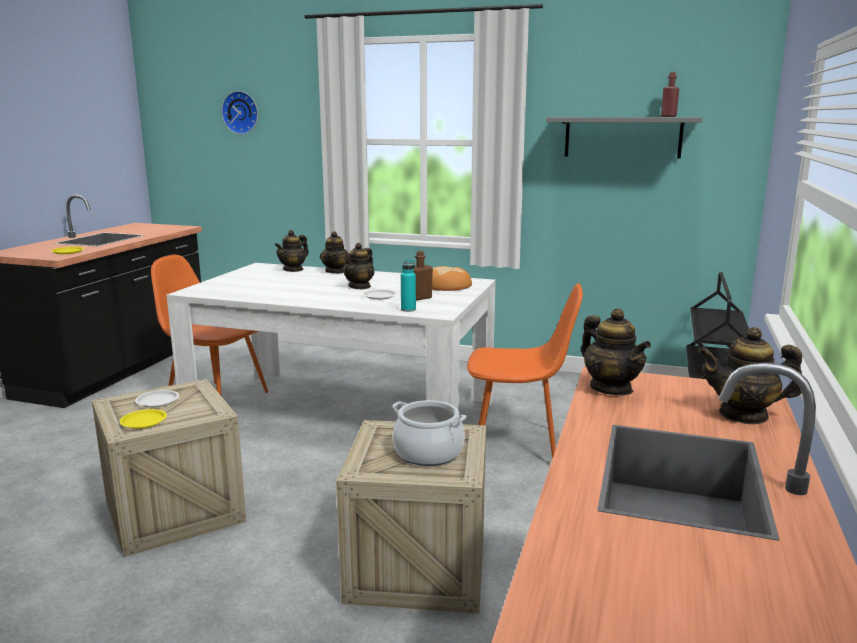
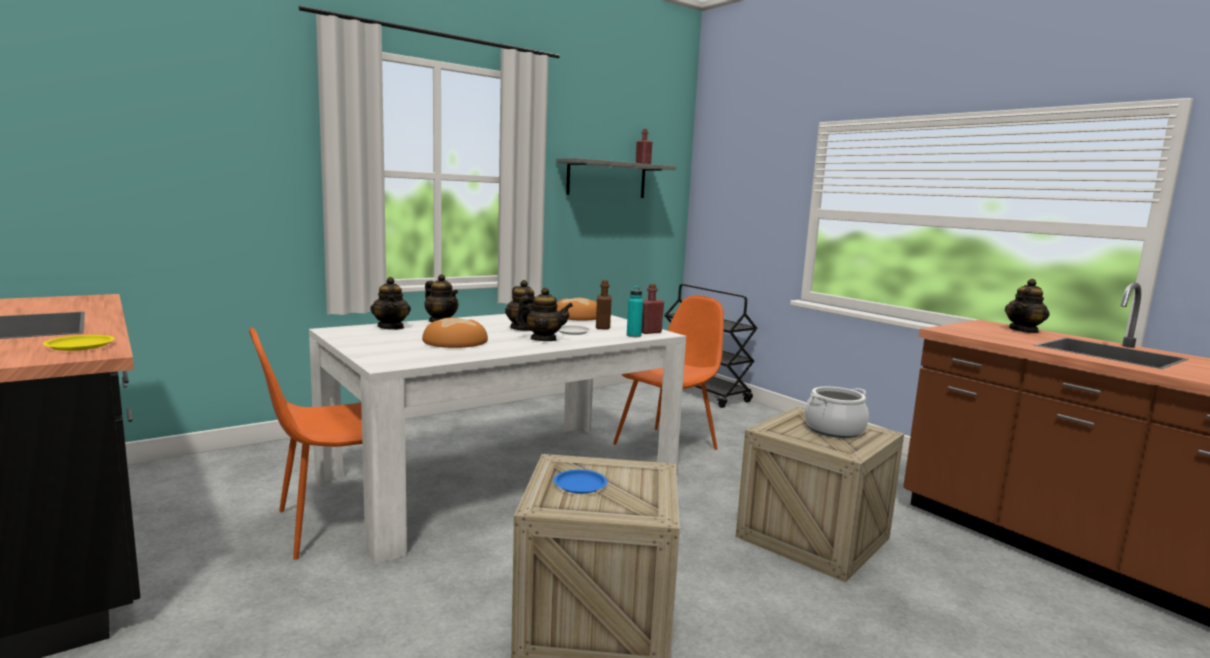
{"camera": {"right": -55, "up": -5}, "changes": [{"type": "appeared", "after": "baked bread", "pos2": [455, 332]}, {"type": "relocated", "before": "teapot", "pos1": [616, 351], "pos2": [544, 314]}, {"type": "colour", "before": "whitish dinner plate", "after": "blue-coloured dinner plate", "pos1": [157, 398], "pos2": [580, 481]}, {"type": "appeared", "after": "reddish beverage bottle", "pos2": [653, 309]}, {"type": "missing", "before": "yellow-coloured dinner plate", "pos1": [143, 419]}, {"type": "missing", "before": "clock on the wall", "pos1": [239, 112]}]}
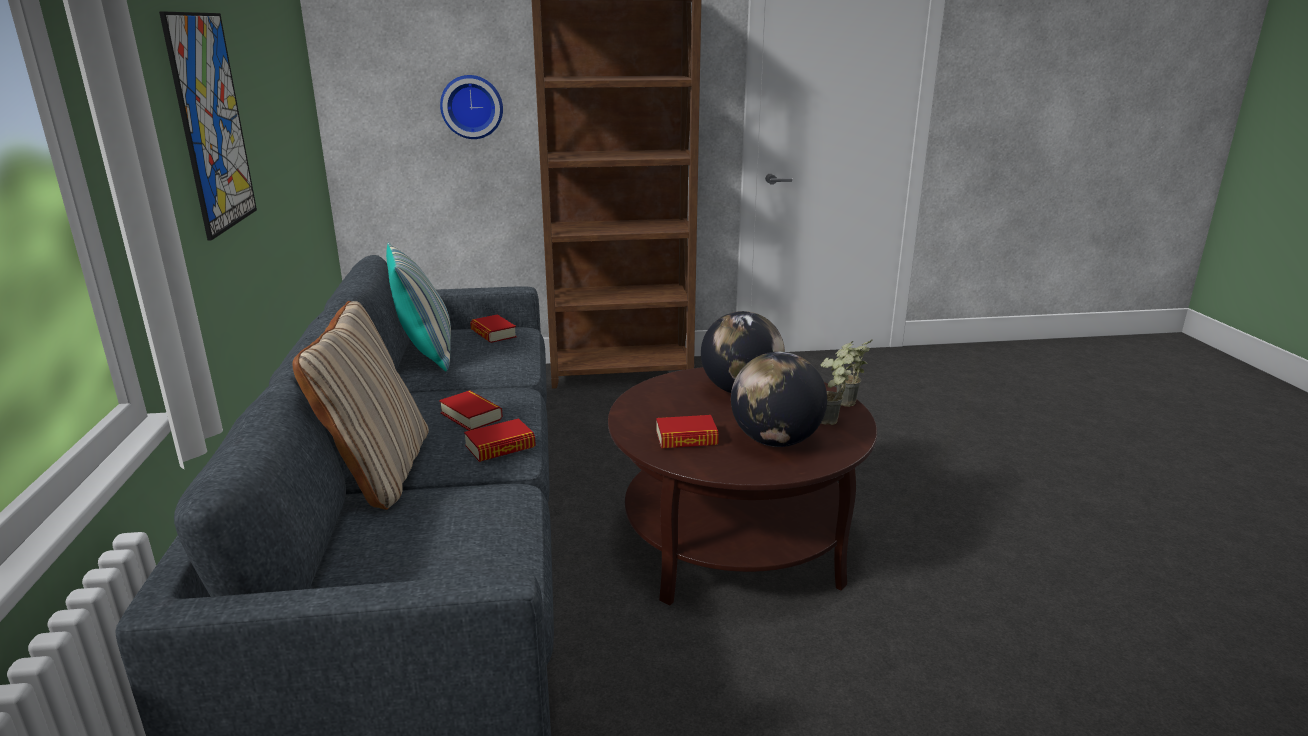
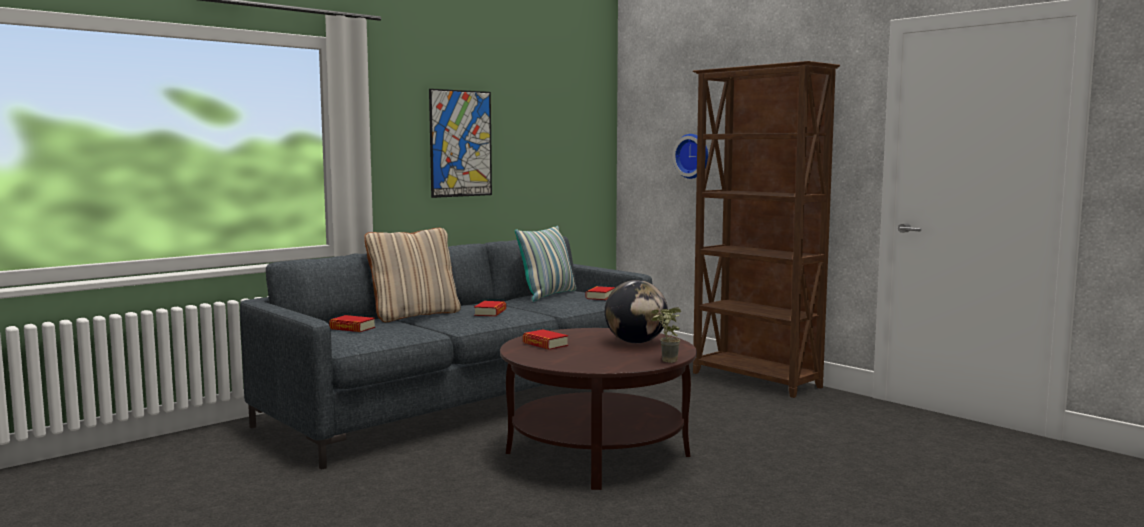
{"camera": {"right": 55, "up": -15}, "changes": [{"type": "relocated", "before": "volume", "pos1": [500, 440], "pos2": [352, 323]}, {"type": "missing", "before": "world globe", "pos1": [779, 399]}, {"type": "missing", "before": "plant in a pot", "pos1": [837, 386]}]}
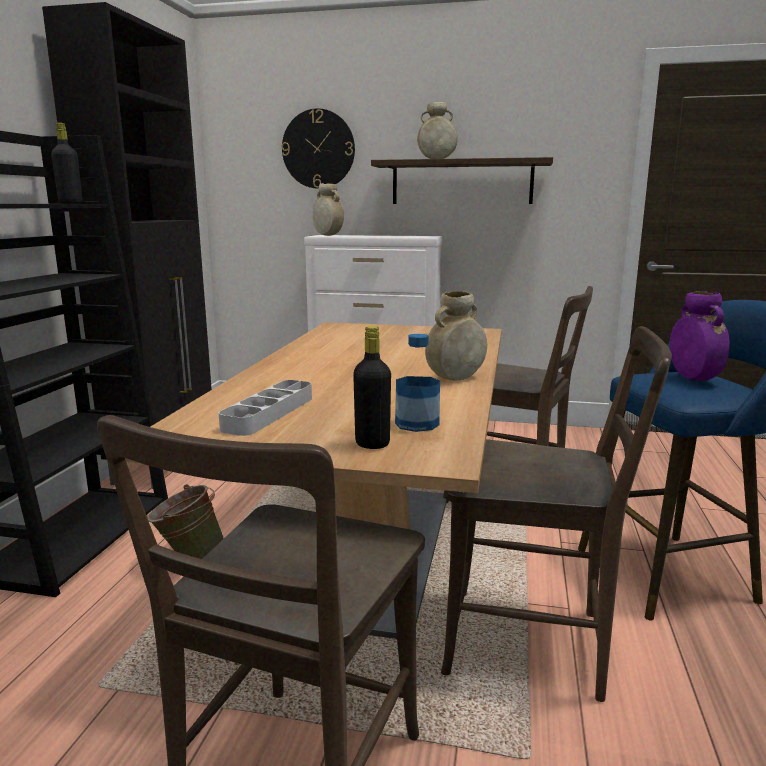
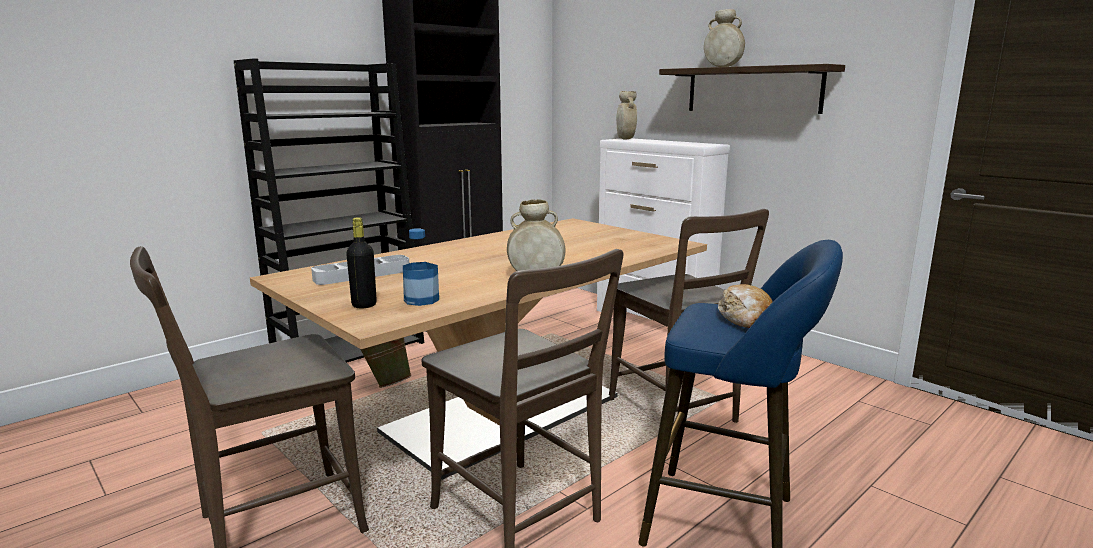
{"camera": {"right": 35, "up": 0}, "changes": [{"type": "exchanged", "before": "purplish decorative vase", "after": "baked bread", "pos1": [700, 336], "pos2": [745, 306]}, {"type": "missing", "before": "black-coloured beverage bottle", "pos1": [66, 163]}, {"type": "missing", "before": "clock on the wall", "pos1": [318, 148]}]}
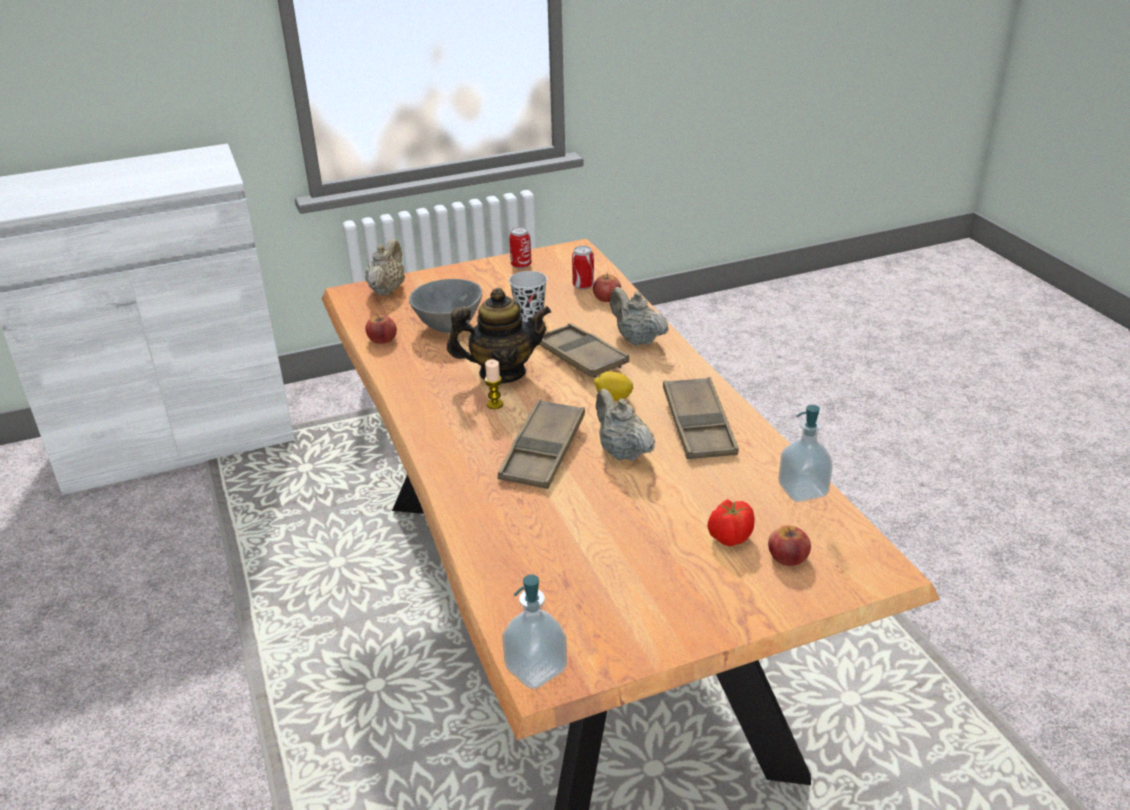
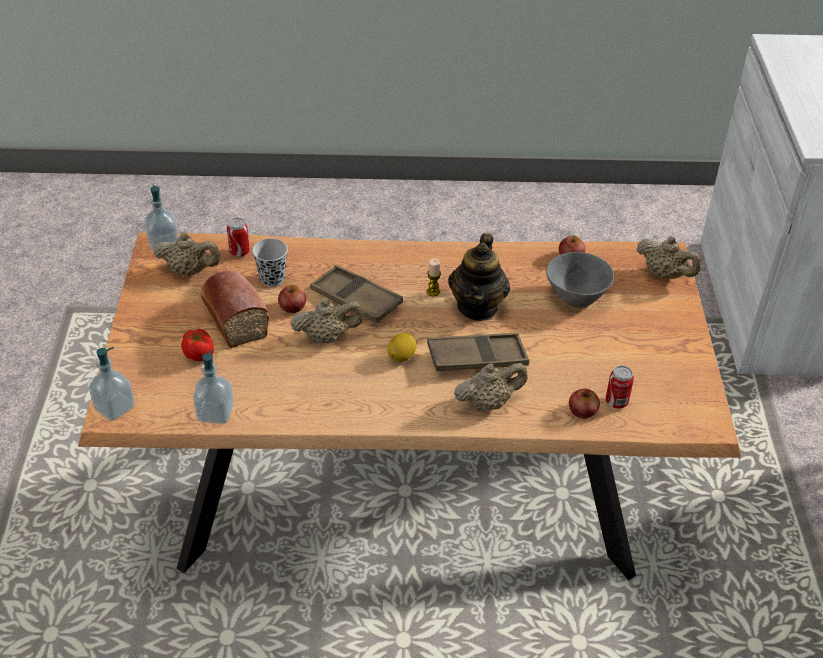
{"camera": {"right": 110, "up": 10}, "changes": [{"type": "appeared", "after": "soap dispenser", "pos2": [112, 384]}, {"type": "appeared", "after": "beige-coloured teapot", "pos2": [187, 254]}, {"type": "appeared", "after": "baked bread", "pos2": [235, 309]}, {"type": "relocated", "before": "can", "pos1": [520, 248], "pos2": [238, 237]}, {"type": "relocated", "before": "black-coloured drinking cup", "pos1": [528, 296], "pos2": [270, 262]}, {"type": "relocated", "before": "whole apple", "pos1": [789, 545], "pos2": [292, 299]}, {"type": "missing", "before": "brown-coloured serving tray", "pos1": [701, 418]}]}
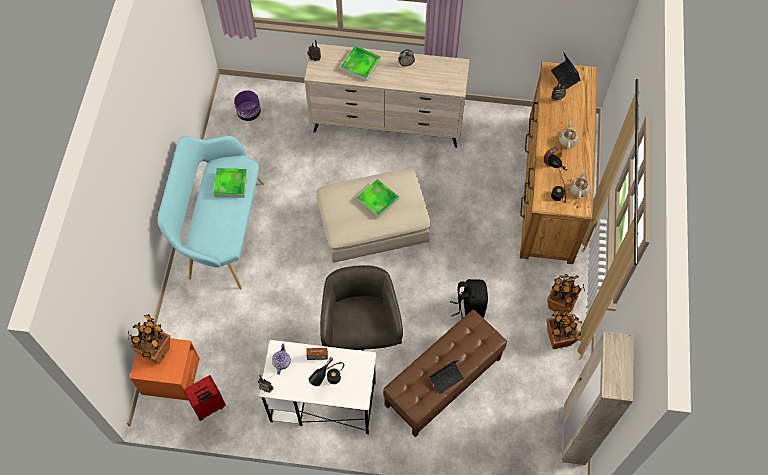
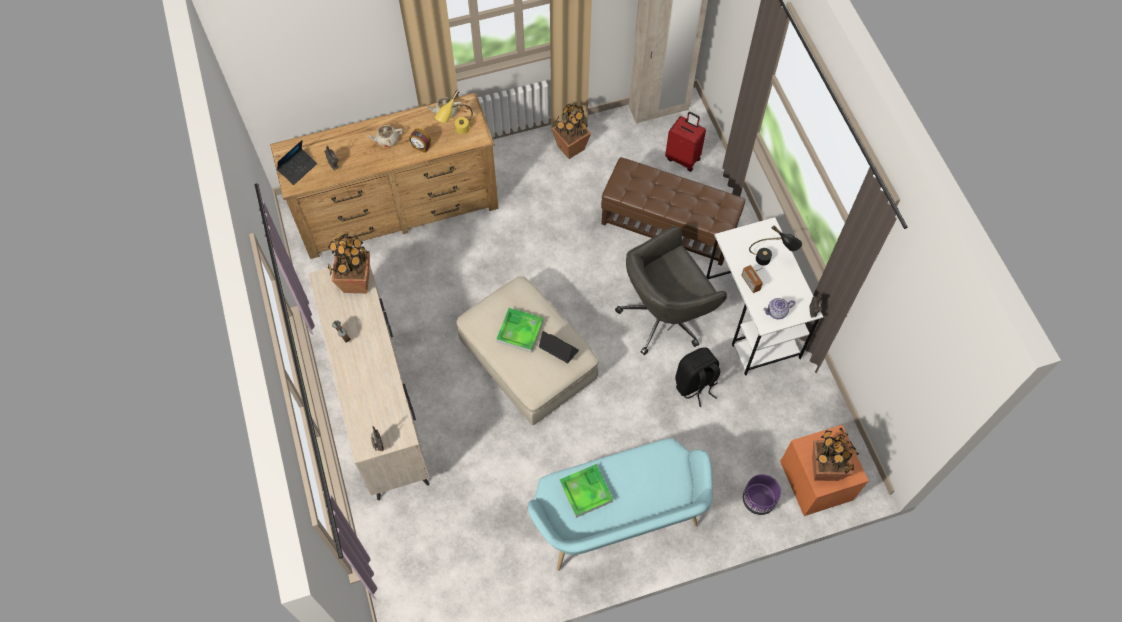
{"camera": {"right": -115, "up": 0}, "changes": [{"type": "relocated", "before": "plant in a pot", "pos1": [566, 294], "pos2": [349, 264]}, {"type": "colour", "before": "black-coloured lamp for a table", "after": "yellow-coloured lamp for a table", "pos1": [557, 178], "pos2": [454, 112]}, {"type": "relocated", "before": "portable computer", "pos1": [446, 377], "pos2": [559, 347]}, {"type": "relocated", "before": "reddish travel case", "pos1": [204, 398], "pos2": [685, 141]}, {"type": "relocated", "before": "black-coloured rucksack", "pos1": [469, 298], "pos2": [697, 377]}, {"type": "relocated", "before": "purplish flower pot", "pos1": [247, 105], "pos2": [762, 494]}, {"type": "missing", "before": "serving tray", "pos1": [361, 63]}]}
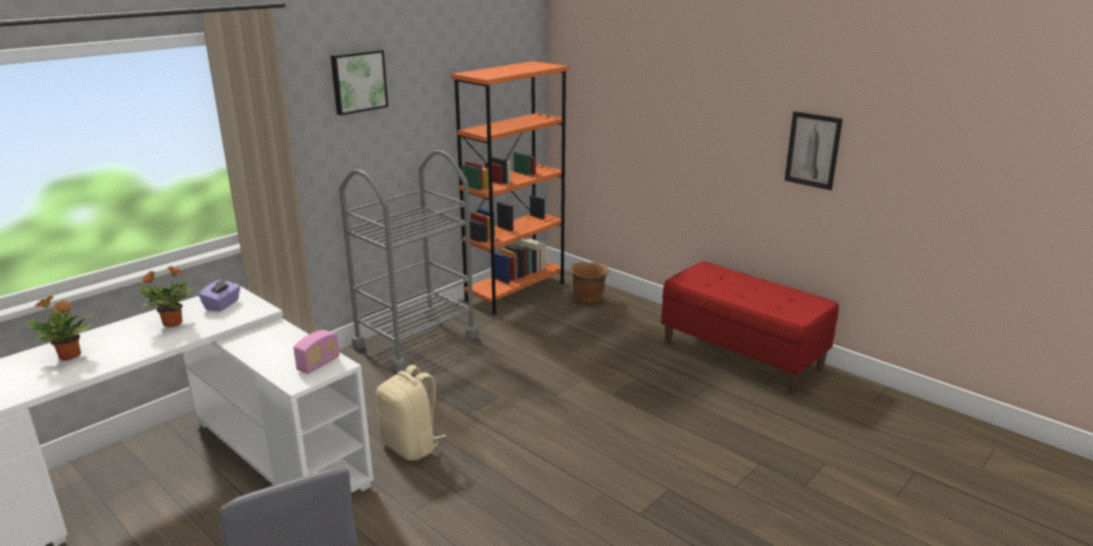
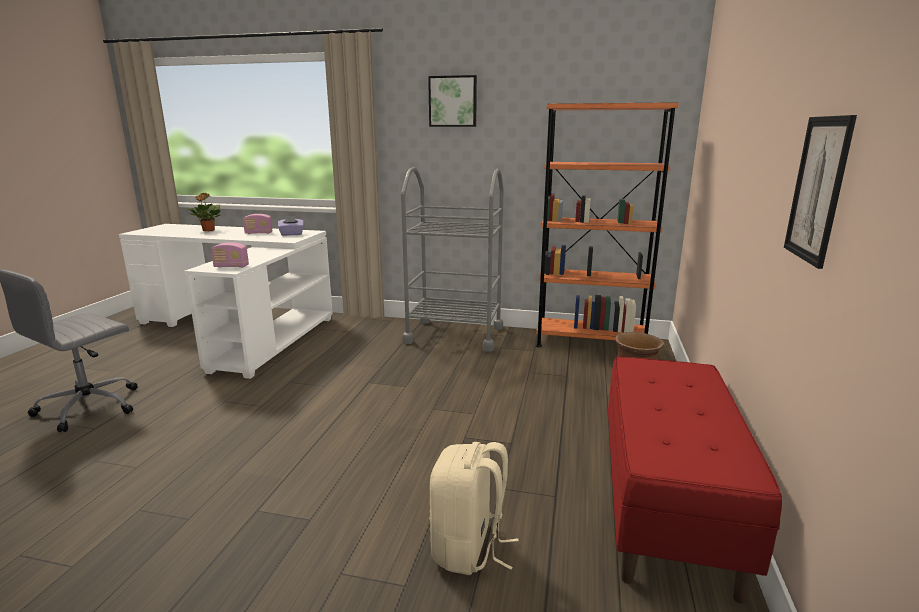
{"camera": {"right": 60, "up": -5}, "changes": [{"type": "exchanged", "before": "plant in a pot", "after": "radio receiver", "pos1": [165, 297], "pos2": [257, 224]}, {"type": "relocated", "before": "beige-coloured rucksack", "pos1": [411, 413], "pos2": [474, 508]}]}
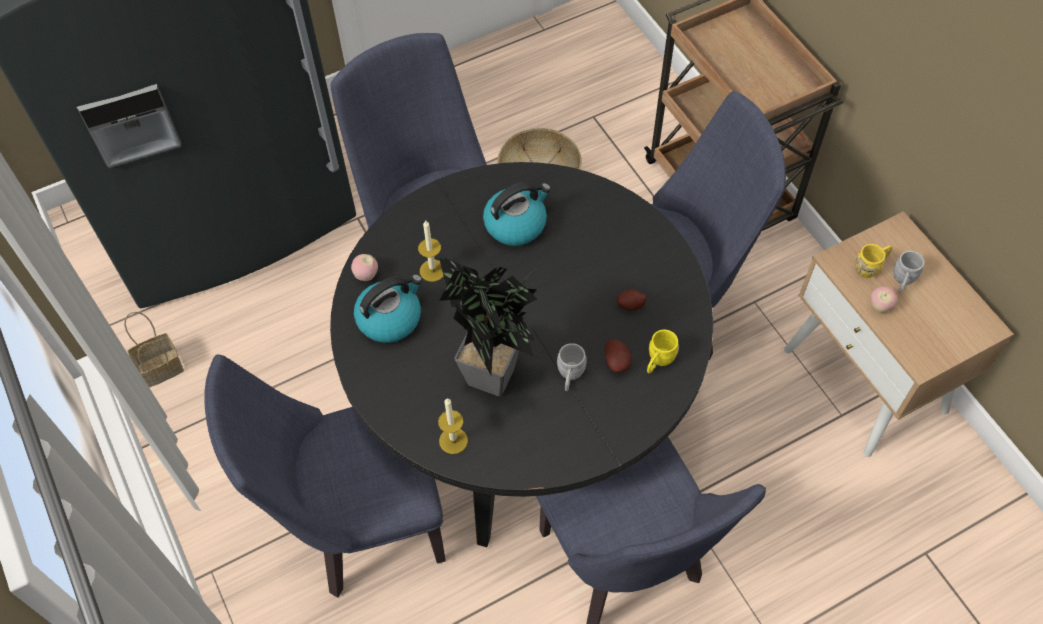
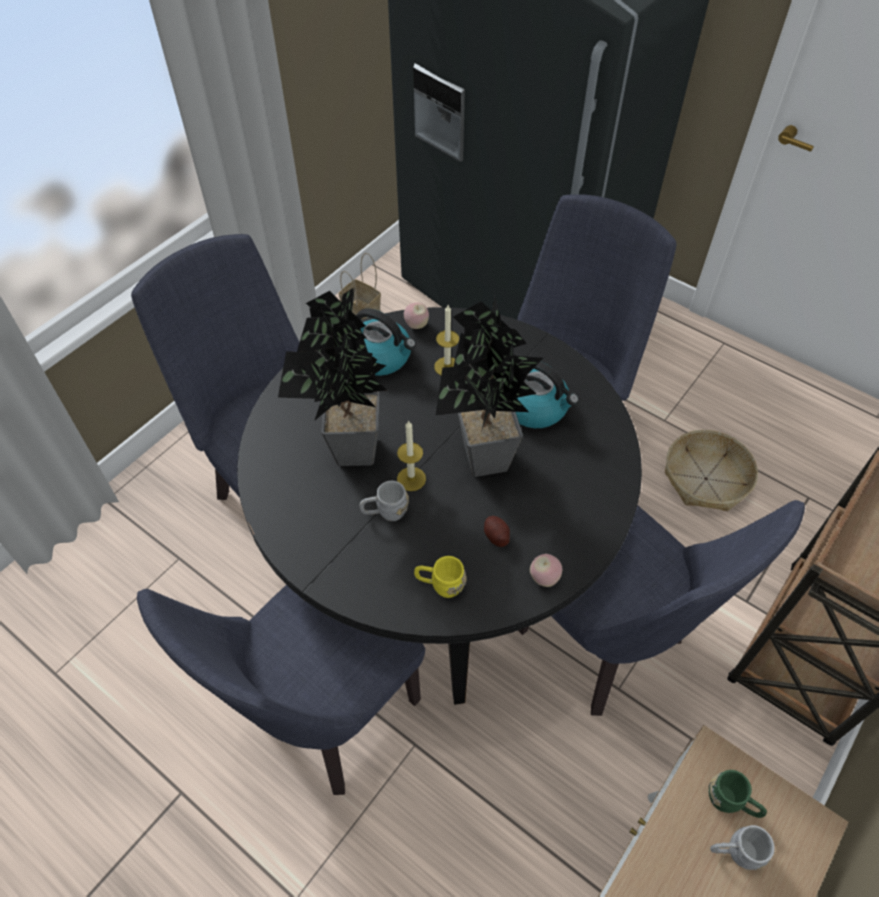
{"camera": {"right": 65, "up": -5}, "changes": [{"type": "relocated", "before": "wax light", "pos1": [453, 426], "pos2": [411, 455]}, {"type": "appeared", "after": "plant in a pot", "pos2": [489, 386]}, {"type": "relocated", "before": "whole apple", "pos1": [884, 299], "pos2": [546, 570]}, {"type": "colour", "before": "yellow-coloured mug", "after": "green mug", "pos1": [873, 261], "pos2": [737, 794]}, {"type": "missing", "before": "spud", "pos1": [618, 356]}]}
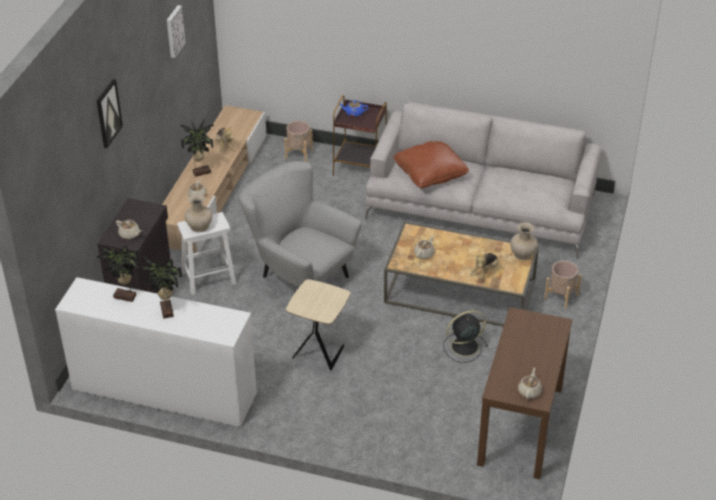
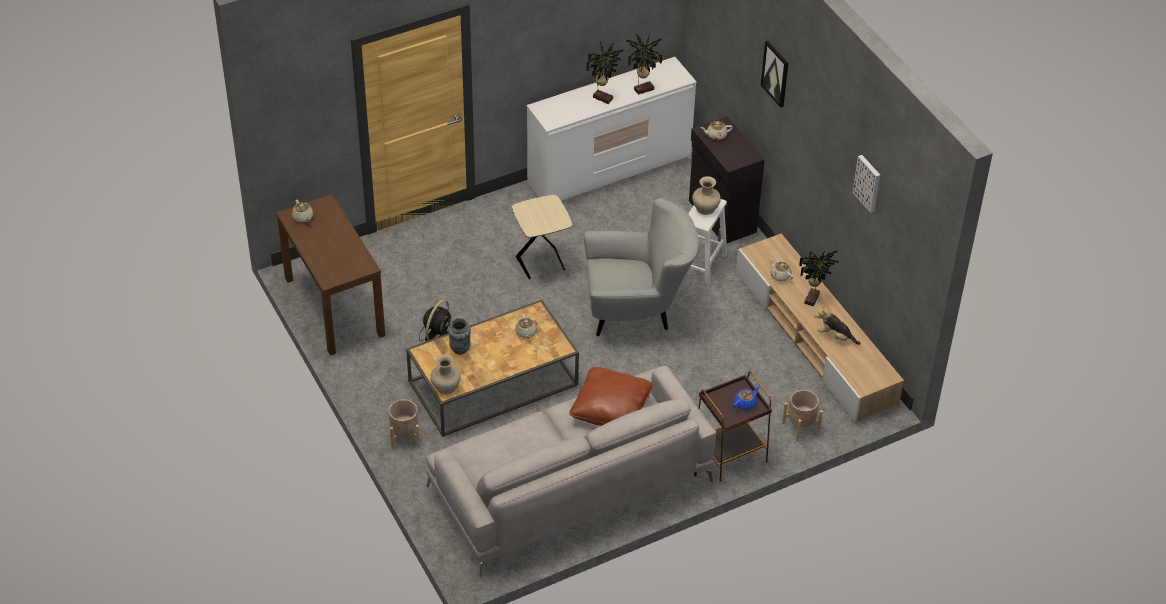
{"camera": {"right": 135, "up": 5}, "changes": [{"type": "exchanged", "before": "plush toy", "after": "decorative vase", "pos1": [484, 266], "pos2": [459, 336]}]}
